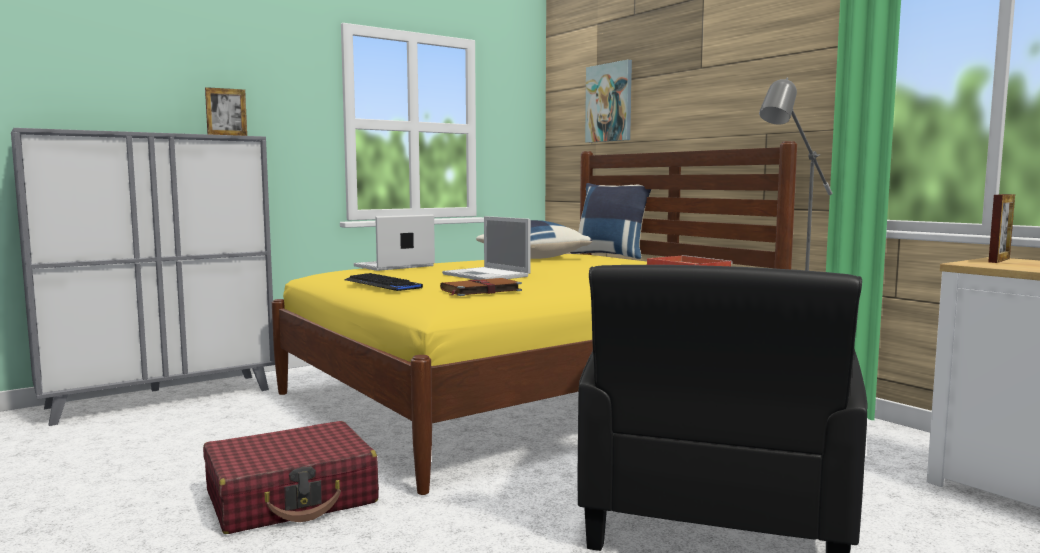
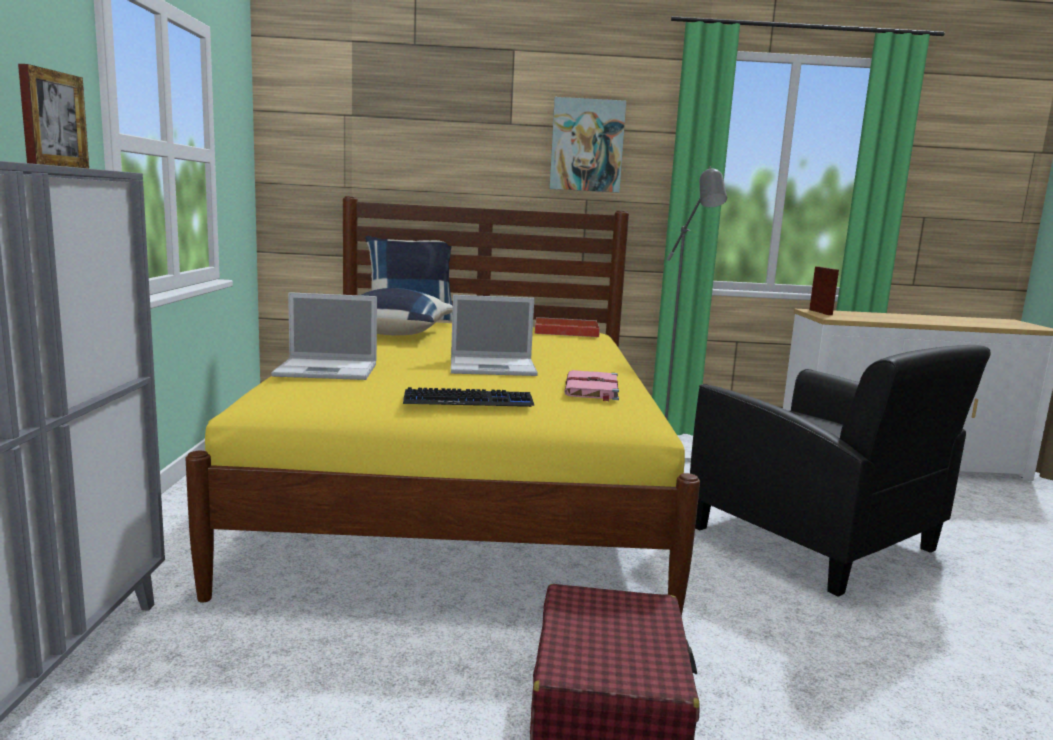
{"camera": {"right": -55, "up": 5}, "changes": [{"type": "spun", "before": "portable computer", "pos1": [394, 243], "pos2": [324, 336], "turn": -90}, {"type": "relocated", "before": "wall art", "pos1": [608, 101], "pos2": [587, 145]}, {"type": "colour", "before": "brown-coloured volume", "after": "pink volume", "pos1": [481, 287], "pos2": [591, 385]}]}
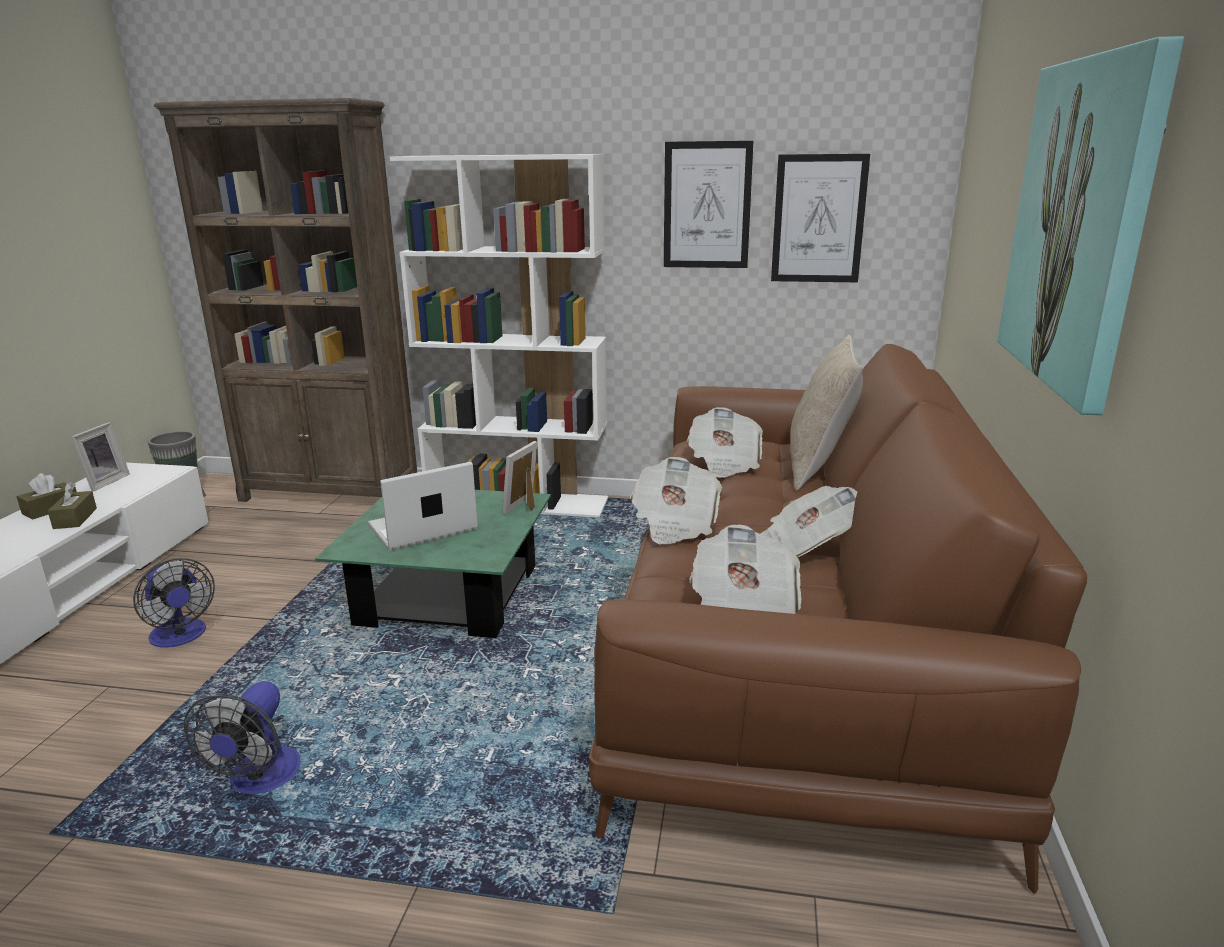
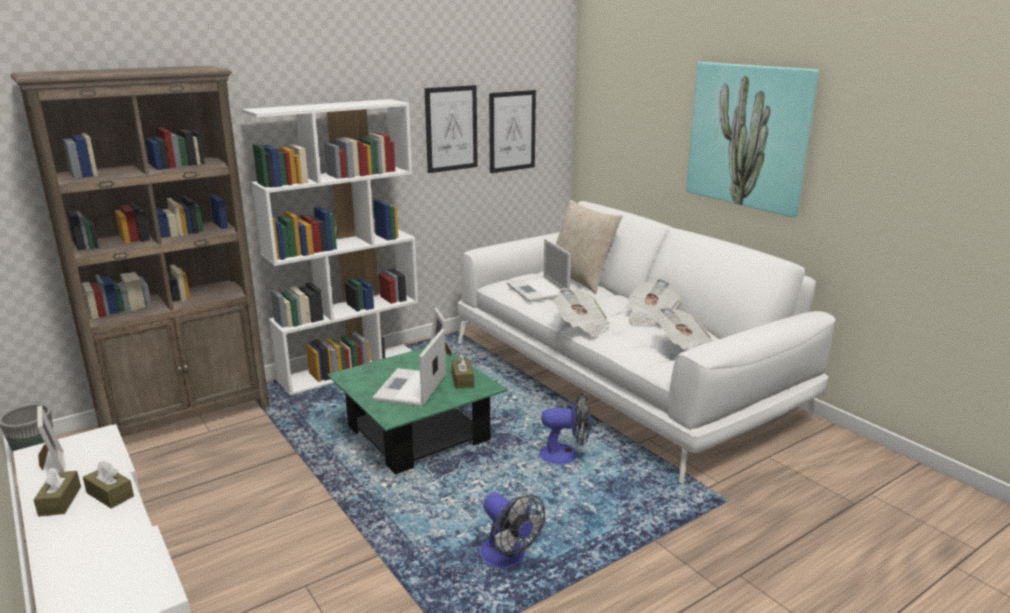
{"camera": {"right": -45, "up": 0}, "changes": [{"type": "appeared", "after": "brown-coloured tissue box", "pos2": [463, 371]}, {"type": "colour", "before": "brown-coloured sofa", "after": "whitish sofa", "pos1": [838, 619], "pos2": [646, 342]}, {"type": "exchanged", "before": "newspaper", "after": "portable computer", "pos1": [725, 442], "pos2": [539, 270]}, {"type": "relocated", "before": "fan", "pos1": [174, 602], "pos2": [565, 429]}]}
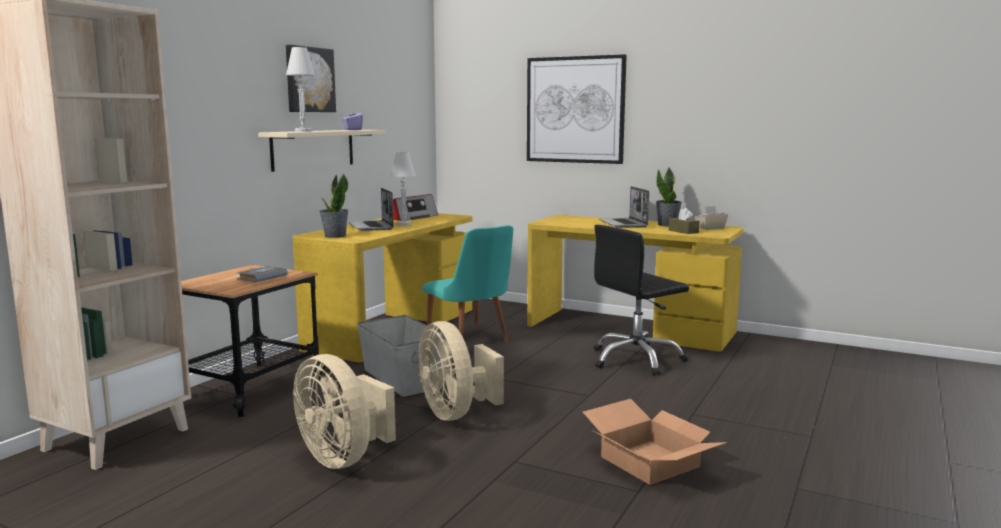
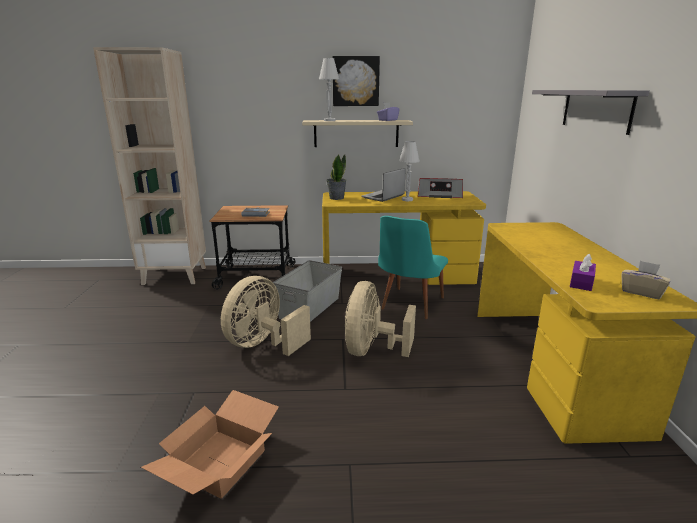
{"camera": {"right": 60, "up": 10}, "changes": [{"type": "relocated", "before": "beige-coloured fan", "pos1": [344, 411], "pos2": [380, 319]}, {"type": "exchanged", "before": "wall art", "after": "gray bracket shelf", "pos1": [577, 109], "pos2": [591, 112]}, {"type": "colour", "before": "brown-coloured tissue box", "after": "purplish tissue box", "pos1": [683, 221], "pos2": [583, 272]}, {"type": "missing", "before": "black-coloured office chair", "pos1": [641, 300]}, {"type": "missing", "before": "portable computer", "pos1": [624, 207]}, {"type": "missing", "before": "plant in a pot", "pos1": [669, 197]}]}
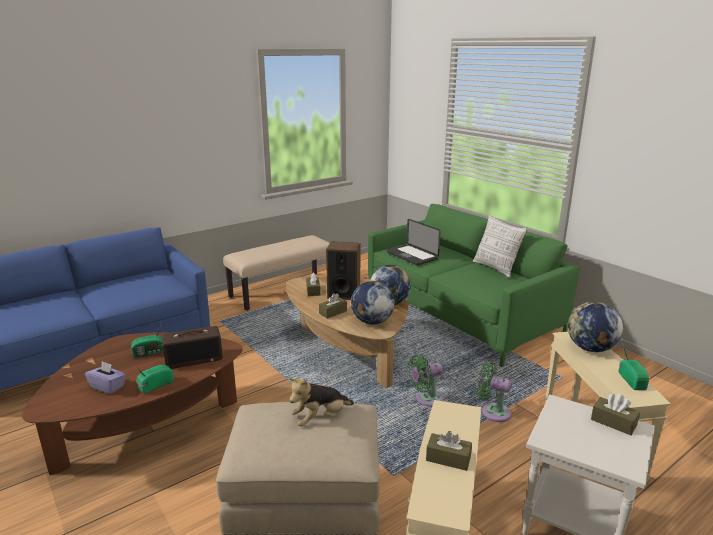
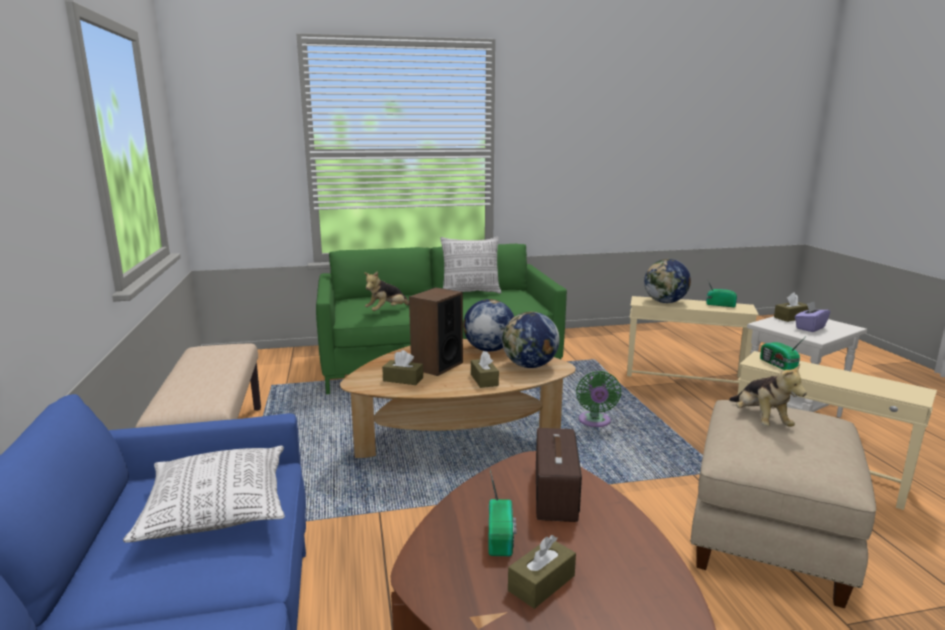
{"camera": {"right": -65, "up": -5}, "changes": [{"type": "appeared", "after": "throw pillow", "pos2": [204, 494]}, {"type": "exchanged", "before": "portable computer", "after": "plush toy", "pos1": [414, 242], "pos2": [386, 291]}, {"type": "relocated", "before": "brown-coloured tissue box", "pos1": [449, 451], "pos2": [542, 572]}, {"type": "relocated", "before": "radio receiver", "pos1": [155, 379], "pos2": [783, 353]}, {"type": "relocated", "before": "purplish tissue box", "pos1": [105, 377], "pos2": [812, 317]}, {"type": "missing", "before": "green fan", "pos1": [494, 391]}]}
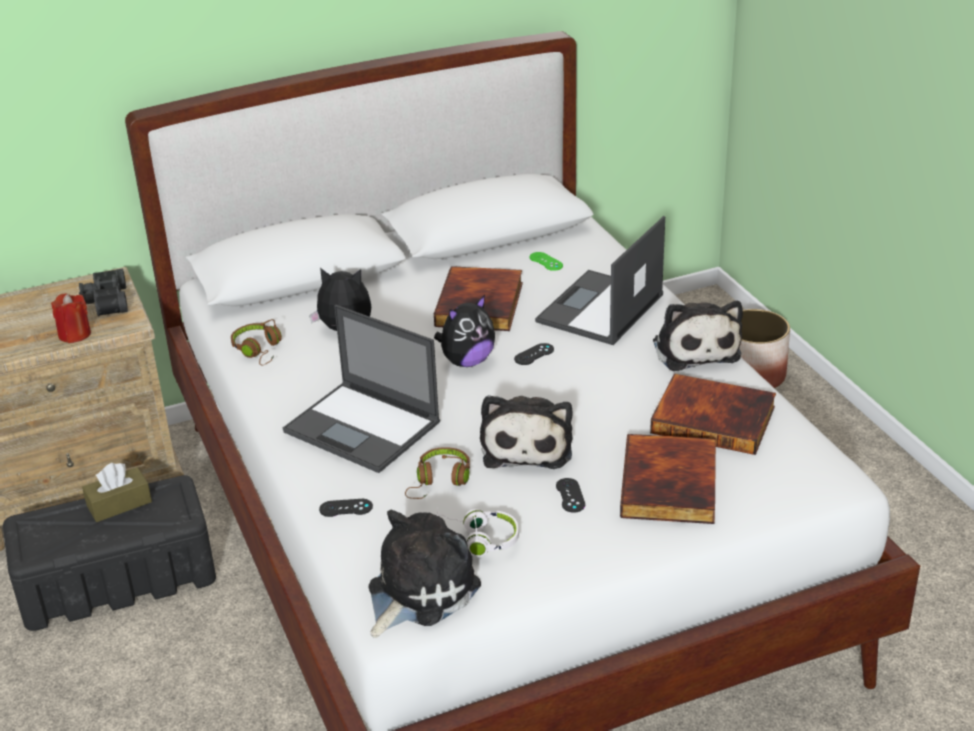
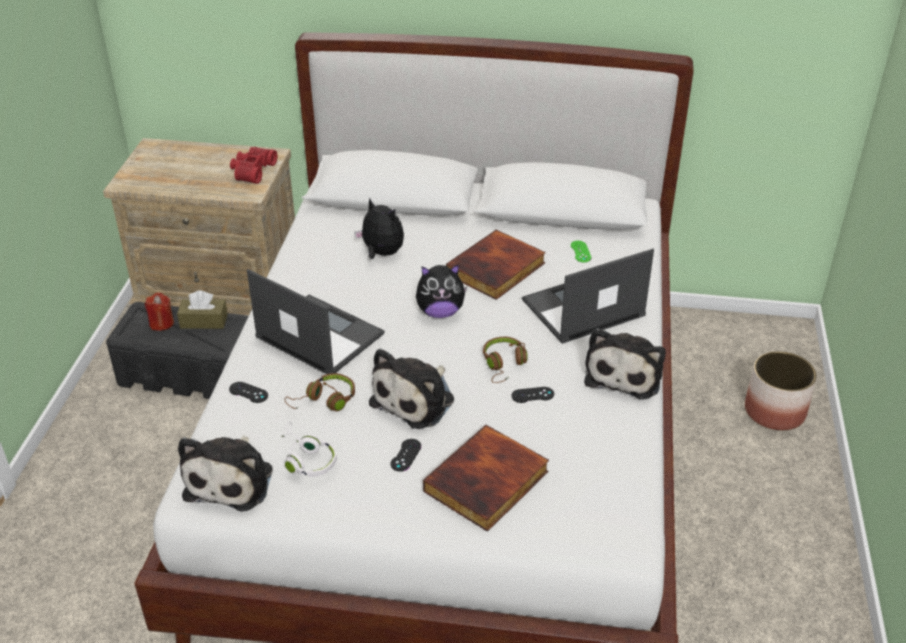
{"camera": {"right": 30, "up": 5}, "changes": [{"type": "relocated", "before": "reddish wax light", "pos1": [71, 318], "pos2": [159, 311]}, {"type": "spun", "before": "plush toy", "pos1": [425, 574], "pos2": [225, 473], "turn": 120}, {"type": "colour", "before": "black-coloured field glasses", "after": "reddish field glasses", "pos1": [103, 292], "pos2": [253, 165]}, {"type": "spun", "before": "portable computer", "pos1": [361, 389], "pos2": [316, 321], "turn": 150}, {"type": "relocated", "before": "brown-coloured pair of headphones", "pos1": [256, 342], "pos2": [505, 360]}, {"type": "relocated", "before": "black-coloured gamepad", "pos1": [534, 354], "pos2": [533, 395]}, {"type": "missing", "before": "volume", "pos1": [713, 414]}]}
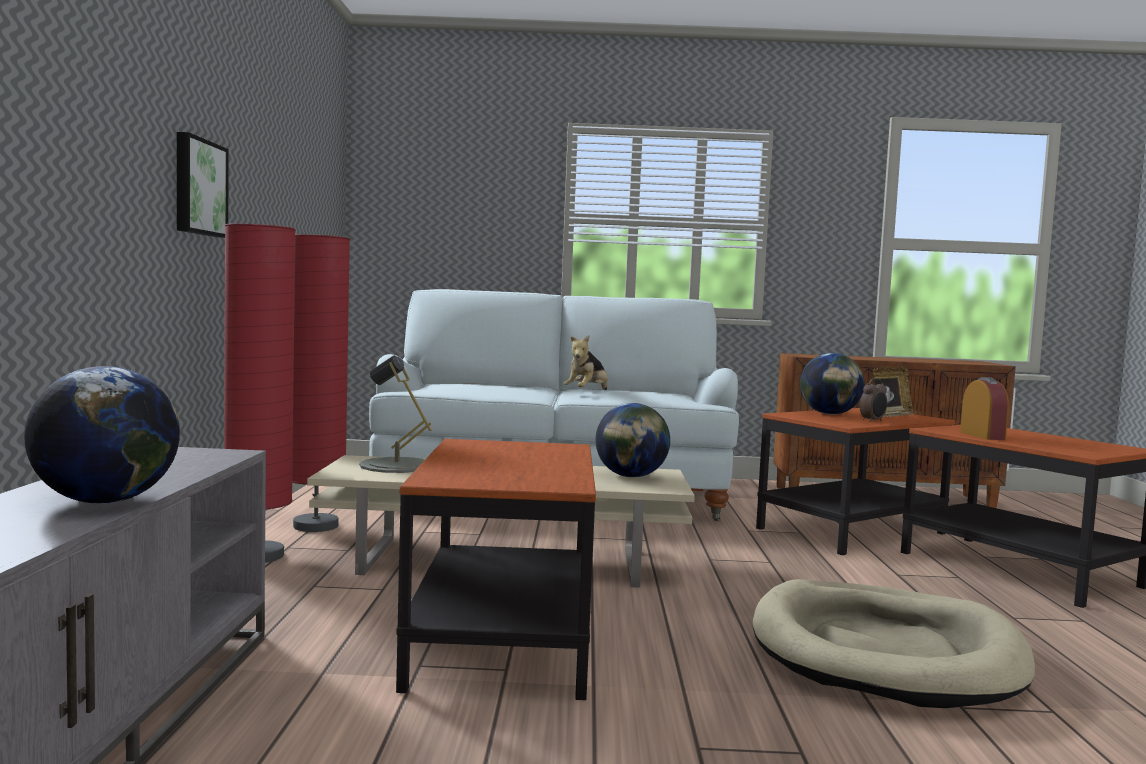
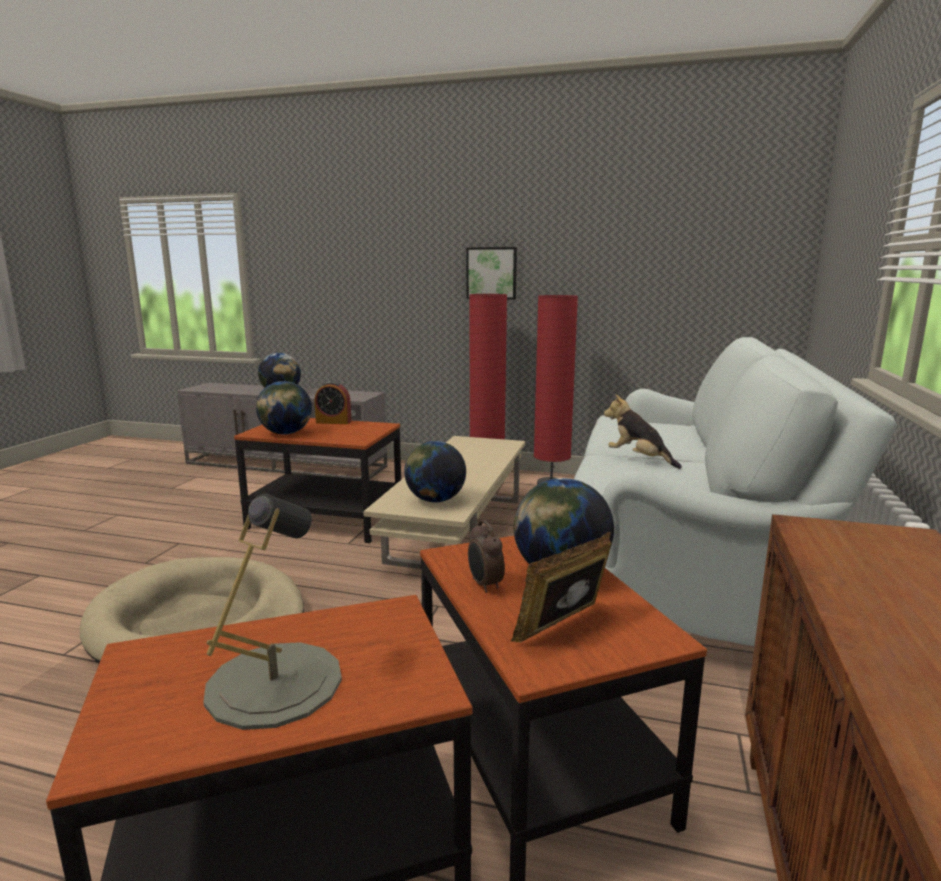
{"camera": {"right": 105, "up": 10}, "changes": [{"type": "relocated", "before": "gray lamp for a table", "pos1": [395, 414], "pos2": [272, 611]}, {"type": "appeared", "after": "world globe", "pos2": [284, 408]}, {"type": "relocated", "before": "table clock", "pos1": [984, 408], "pos2": [333, 402]}, {"type": "spun", "before": "standing frame", "pos1": [893, 392], "pos2": [561, 587], "turn": 75}]}
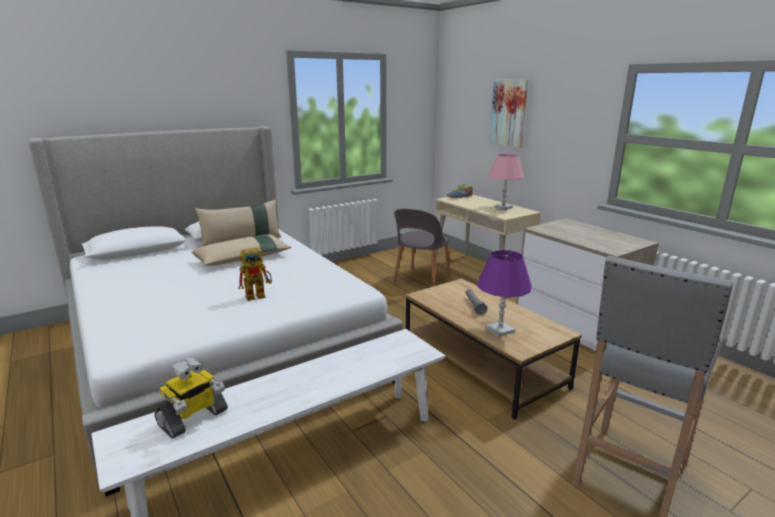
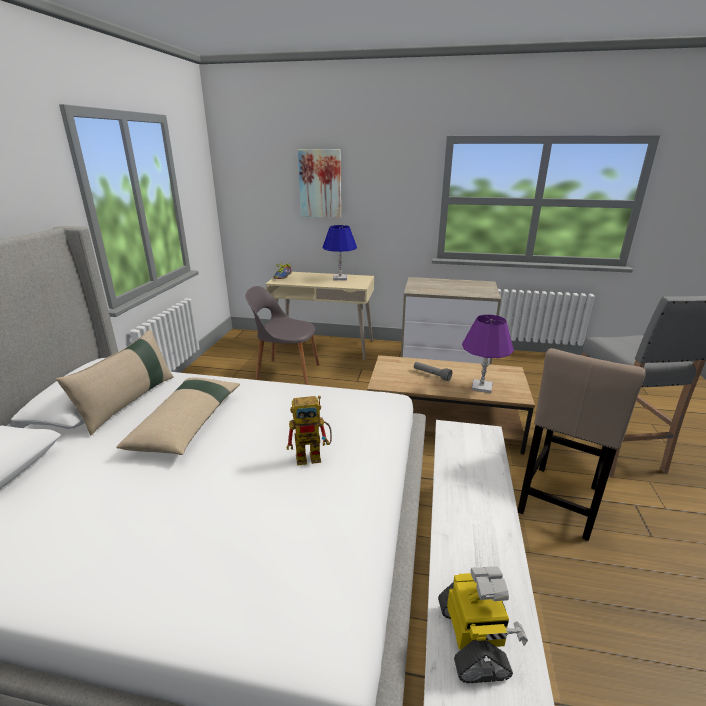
{"camera": {"right": -45, "up": 5}, "changes": [{"type": "spun", "before": "gray chair", "pos1": [421, 247], "pos2": [282, 335], "turn": 120}, {"type": "spun", "before": "robot figure", "pos1": [255, 273], "pos2": [309, 430], "turn": 60}, {"type": "colour", "before": "pink lamp for a table", "after": "blue-coloured lamp for a table", "pos1": [506, 182], "pos2": [340, 252]}, {"type": "appeared", "after": "beige-coloured stool", "pos2": [582, 444]}]}
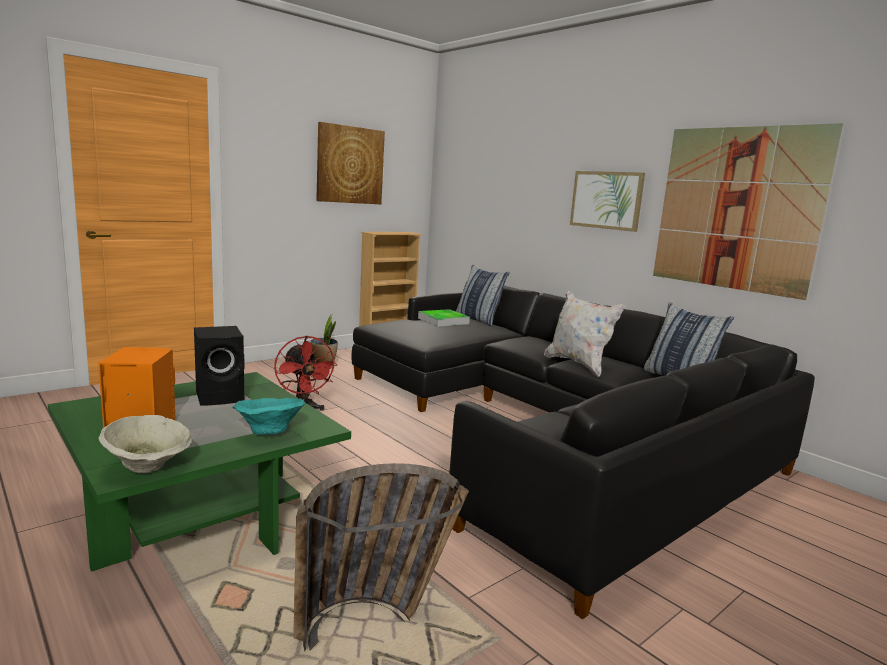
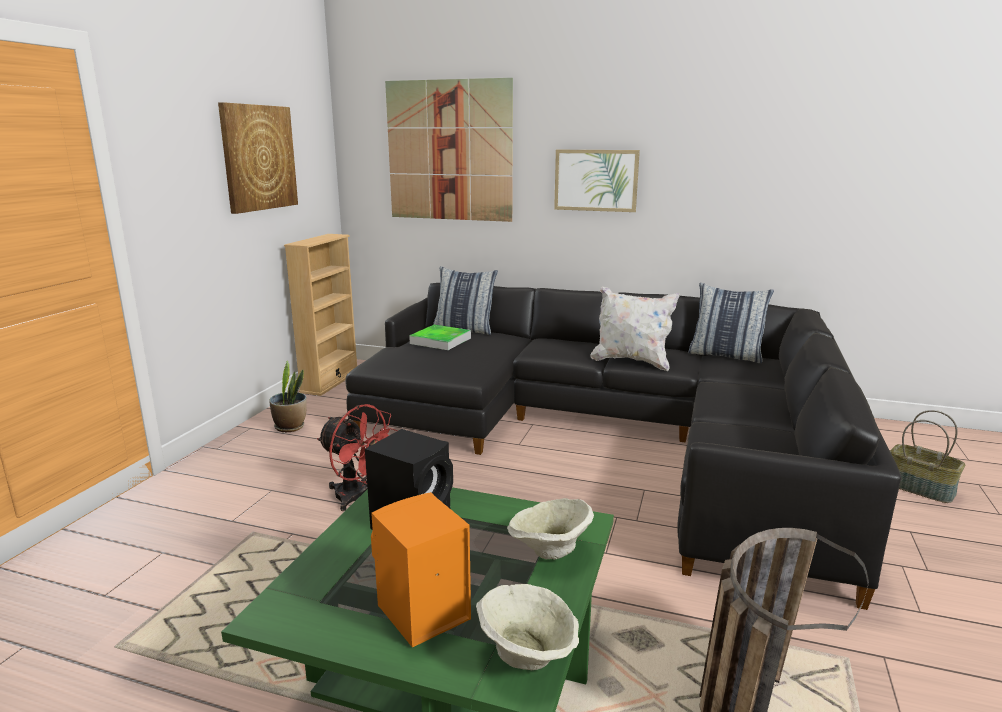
{"camera": {"right": -30, "up": 5}, "changes": [{"type": "relocated", "before": "wall art", "pos1": [748, 211], "pos2": [449, 150]}, {"type": "colour", "before": "blue-green deep dish", "after": "beige-coloured deep dish", "pos1": [269, 416], "pos2": [550, 529]}, {"type": "appeared", "after": "storage basket", "pos2": [927, 456]}]}
